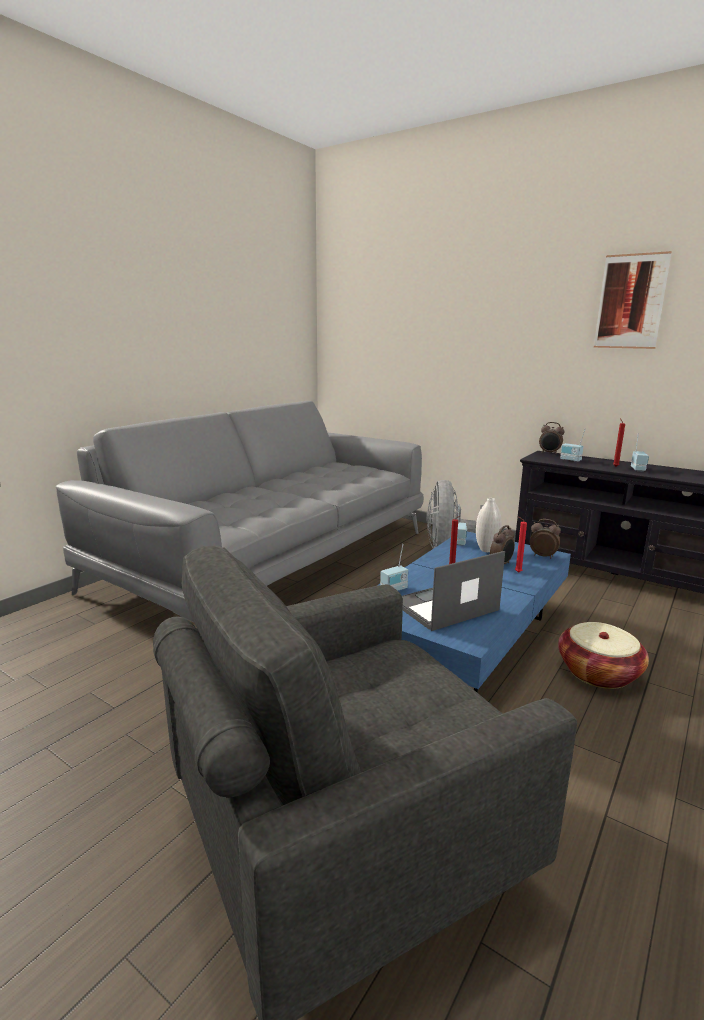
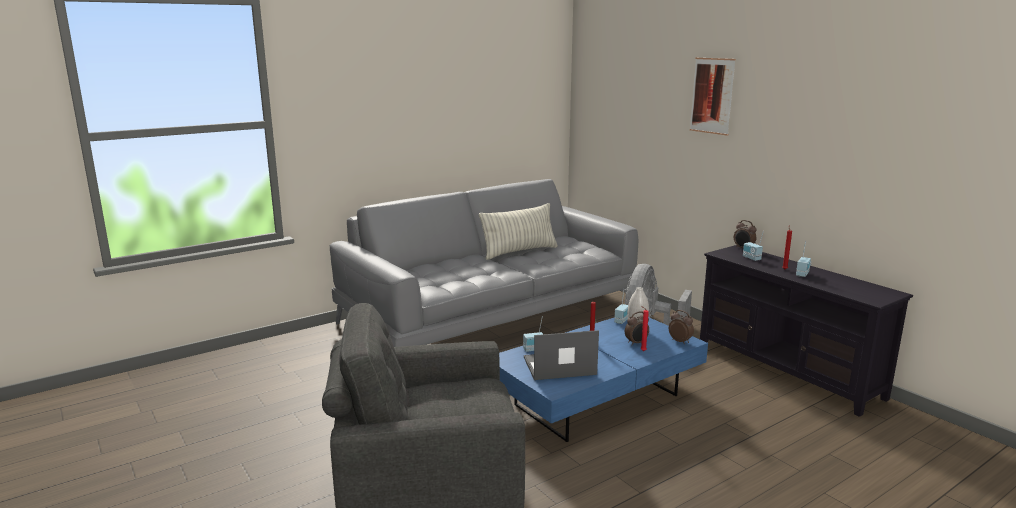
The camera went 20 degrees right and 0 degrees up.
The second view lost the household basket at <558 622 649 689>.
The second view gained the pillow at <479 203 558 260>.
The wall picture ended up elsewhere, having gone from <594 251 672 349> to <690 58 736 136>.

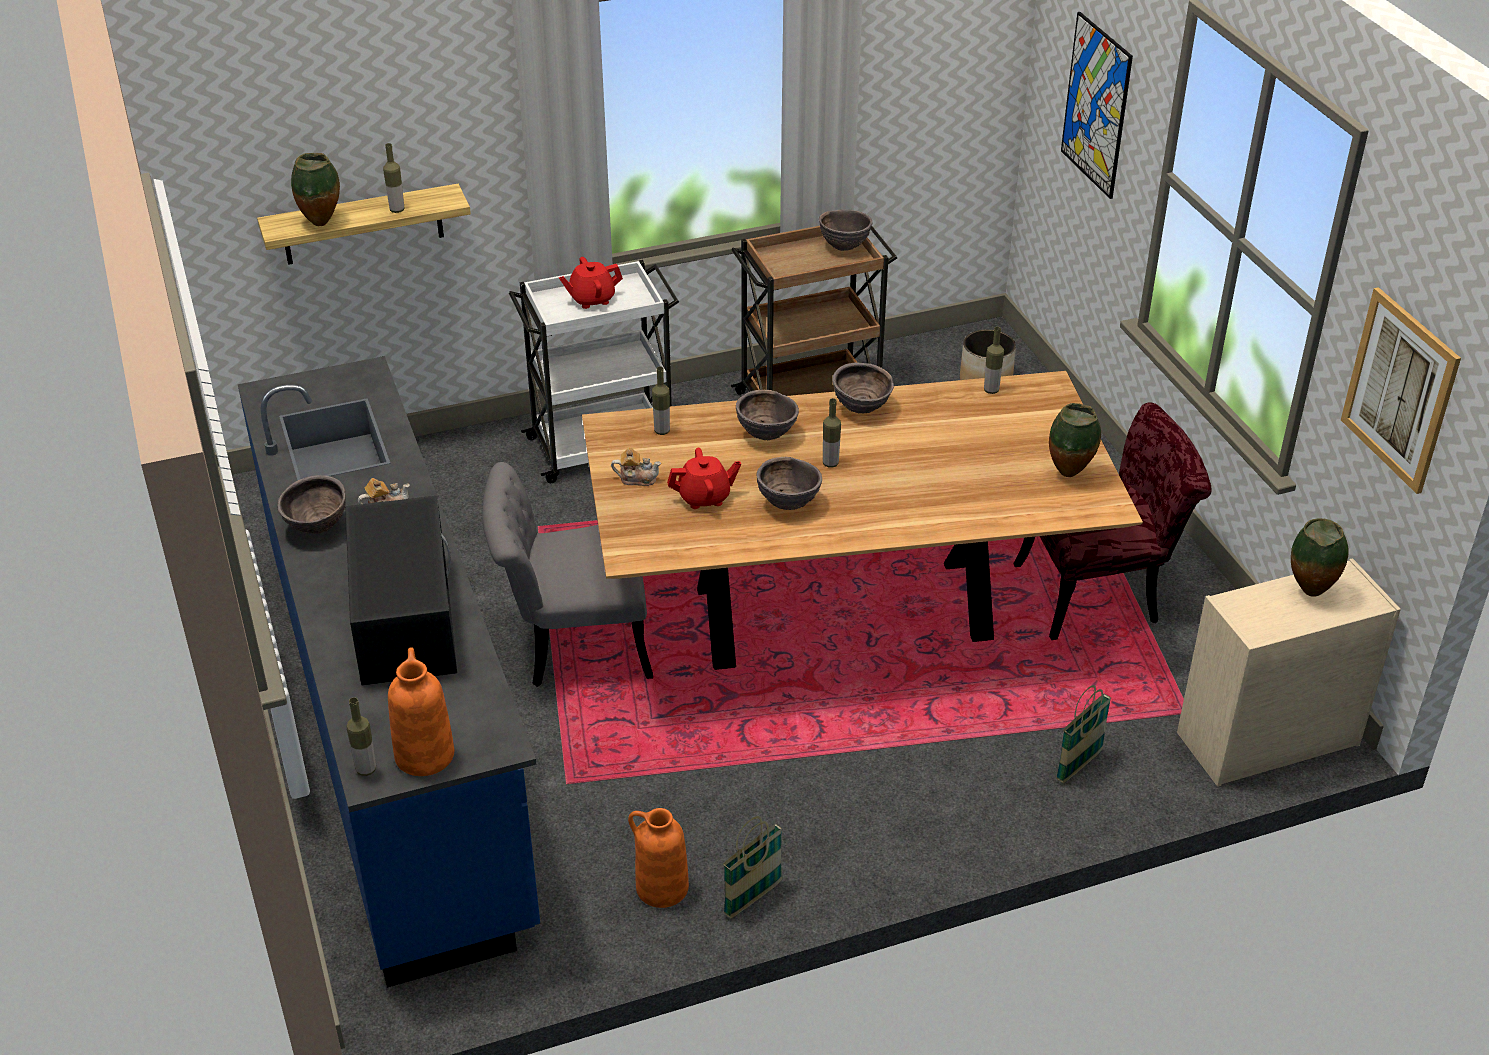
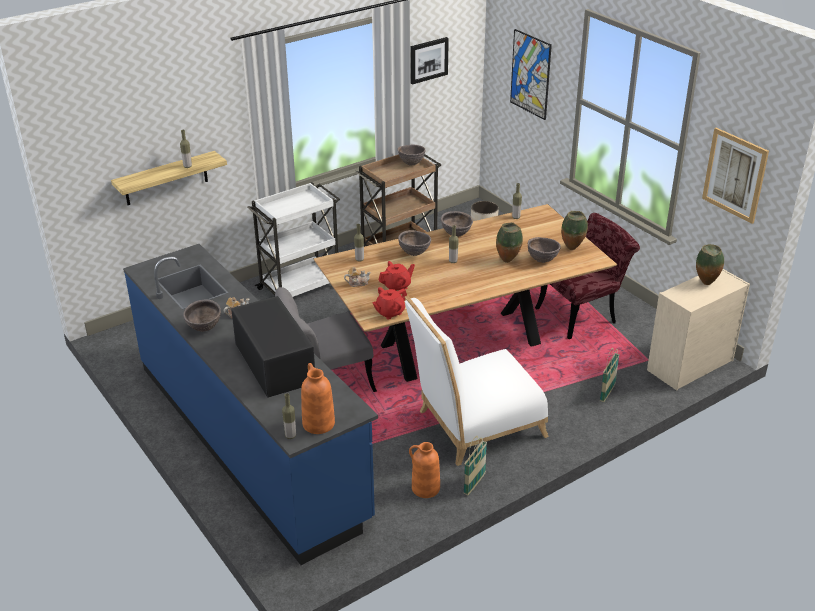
The camera went 15 degrees left and 5 degrees down.
The second view gained the whitish upright chair at <405 295 549 466>.
The second view gained the wall picture at <410 37 449 84>.
The flower vase ended up elsewhere, having gone from <291 153 340 226> to <496 222 523 263>.
The red teapot ended up elsewhere, having gone from <559 257 623 309> to <373 287 407 319>.
The brown deep dish ended up elsewhere, having gone from <756 457 822 510> to <528 237 561 263>.

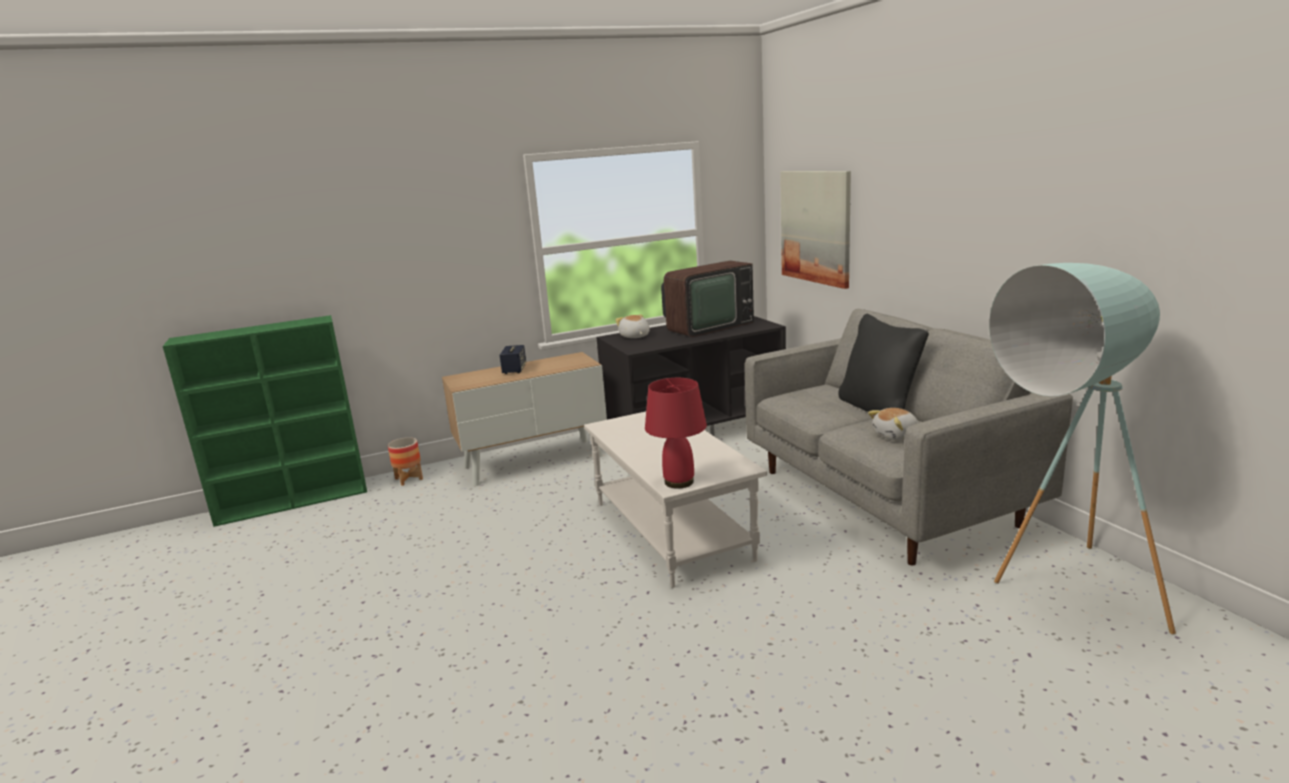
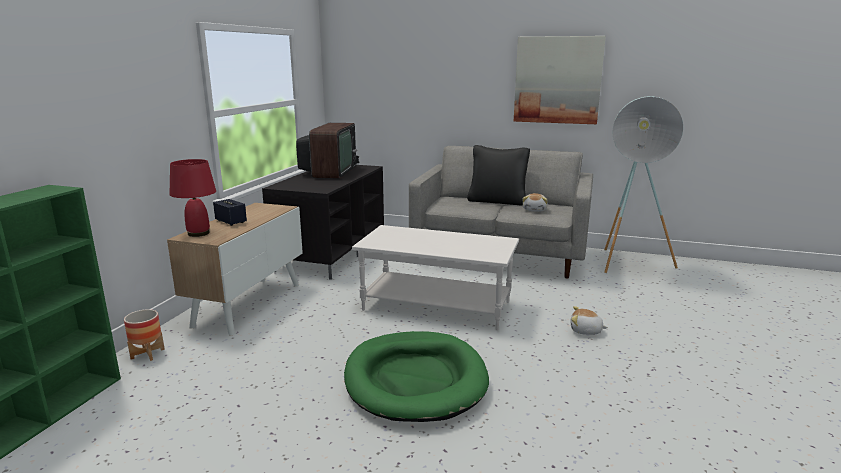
The camera went 50 degrees left and 0 degrees up.
The second view gained the greenish pet bed at <344 331 489 422>.
The soft toy ended up elsewhere, having gone from <615 314 650 338> to <571 306 608 335>.
The red table lamp ended up elsewhere, having gone from <645 378 707 489> to <170 159 216 237>.
The wall picture ended up elsewhere, having gone from <780 171 851 289> to <514 36 606 124>.

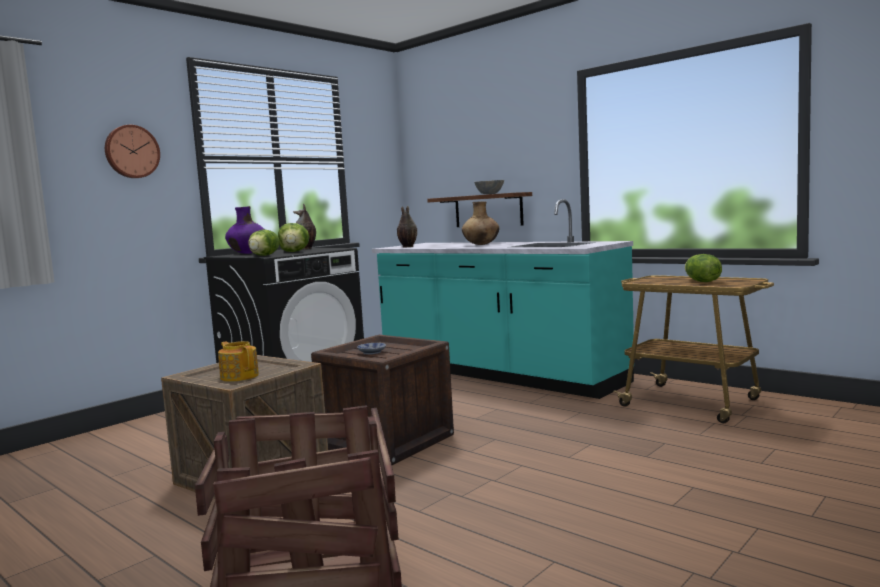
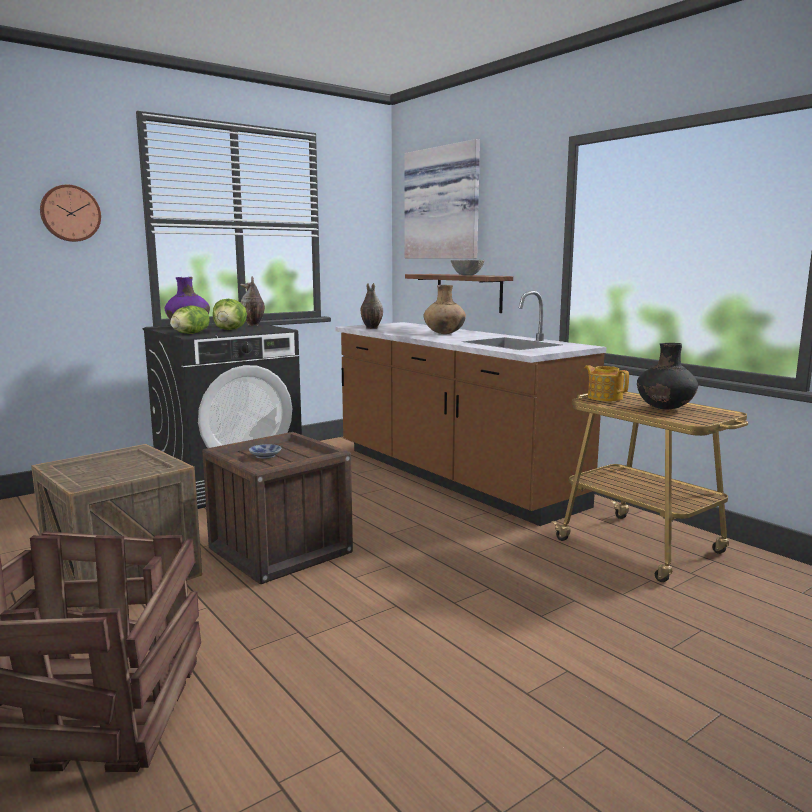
The camera went 10 degrees right and 5 degrees up.
The second view gained the wall picture at <405 139 480 258>.
The teapot ended up elsewhere, having gone from <218 341 259 382> to <585 365 629 401>.
Where the head of lettuce stood at <685 254 722 282>, the black-coloured flower vase came to stand at <637 343 698 410>.
What was the turquoise-coloured kitchen base unit at <372 199 634 399> turned into the brown kitchen base unit at <335 291 607 526>.

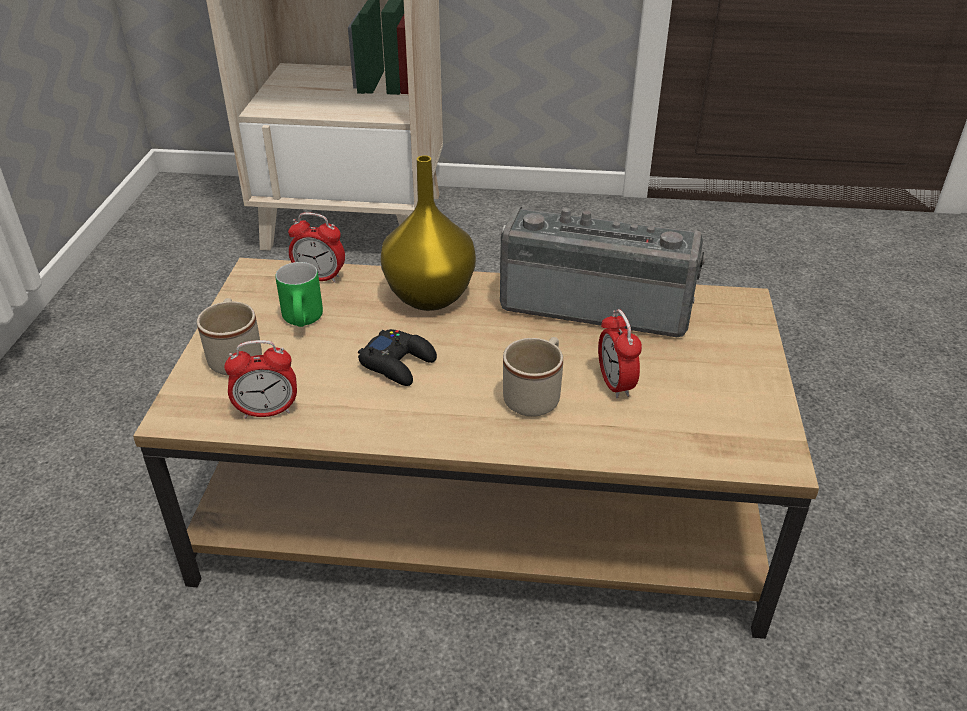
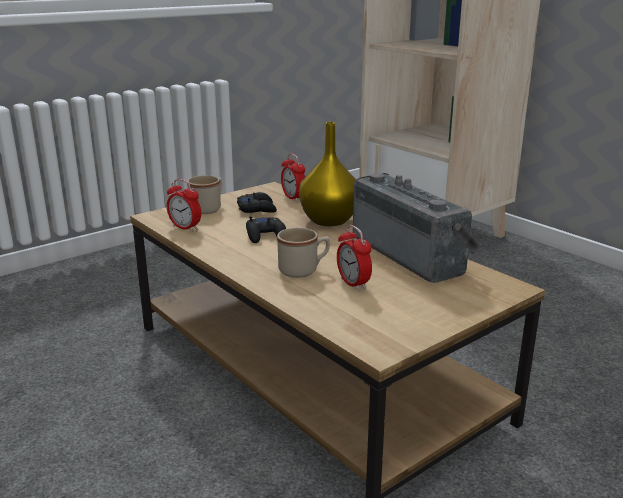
The camera went 45 degrees right and 15 degrees down.
Where the greenish tea mug stood at <276 262 323 327>, the black-coloured gamepad came to stand at <237 192 277 213>.
The bedside clock at <598 309 642 399> ended up facing another way, 60 degrees counterclockwise from before.

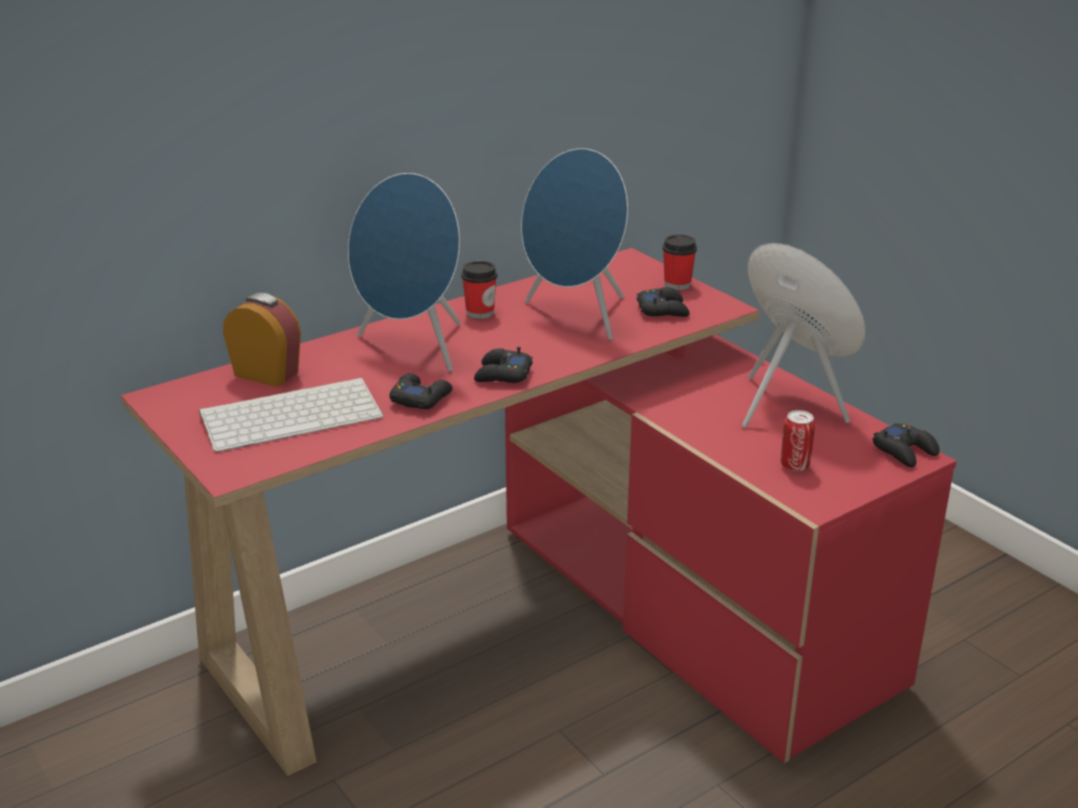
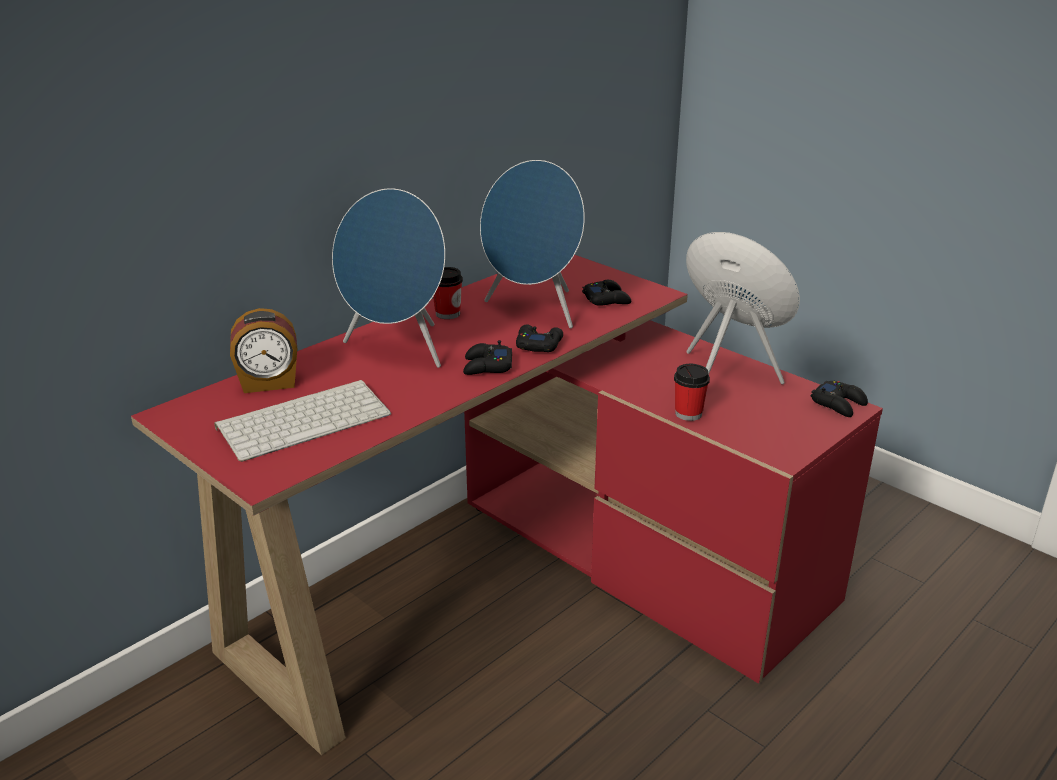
The camera went 10 degrees left and 0 degrees up.
The second view lost the metal can at <781 410 815 471>.
The black-coloured gamepad ended up elsewhere, having gone from <390 373 453 409> to <516 325 563 352>.
The small cup ended up elsewhere, having gone from <662 234 697 290> to <674 364 710 421>.
The bedside clock at <223 293 301 387> ended up facing another way, 150 degrees clockwise from before.

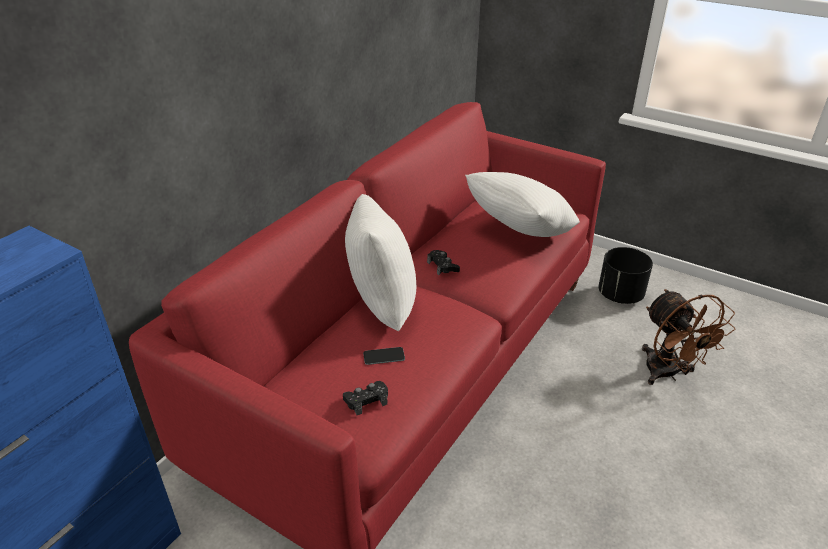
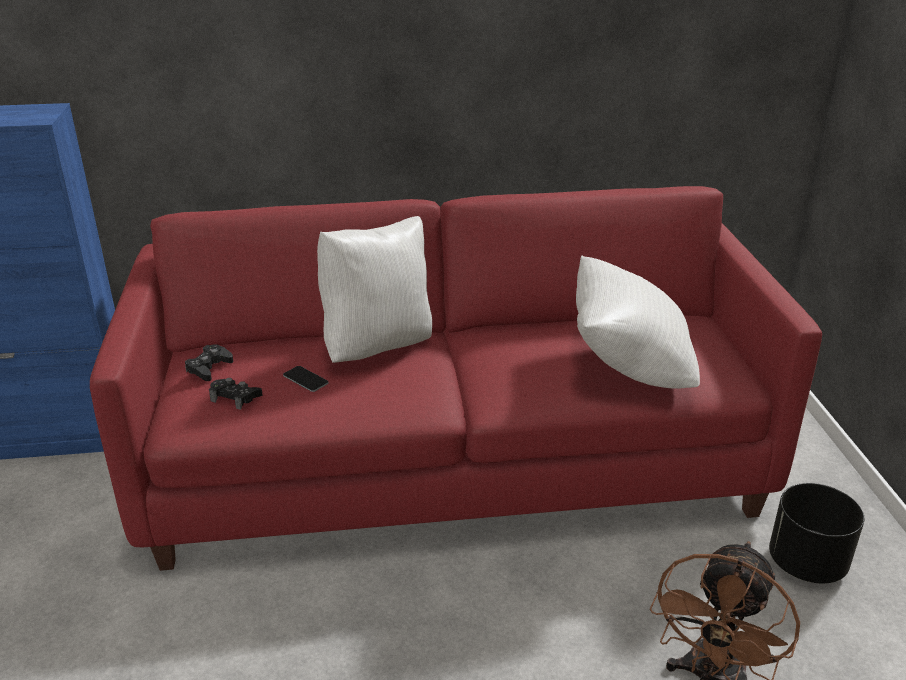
The camera went 50 degrees right and 5 degrees down.
The black-coloured gamepad ended up elsewhere, having gone from <427 250 460 275> to <185 344 233 381>.

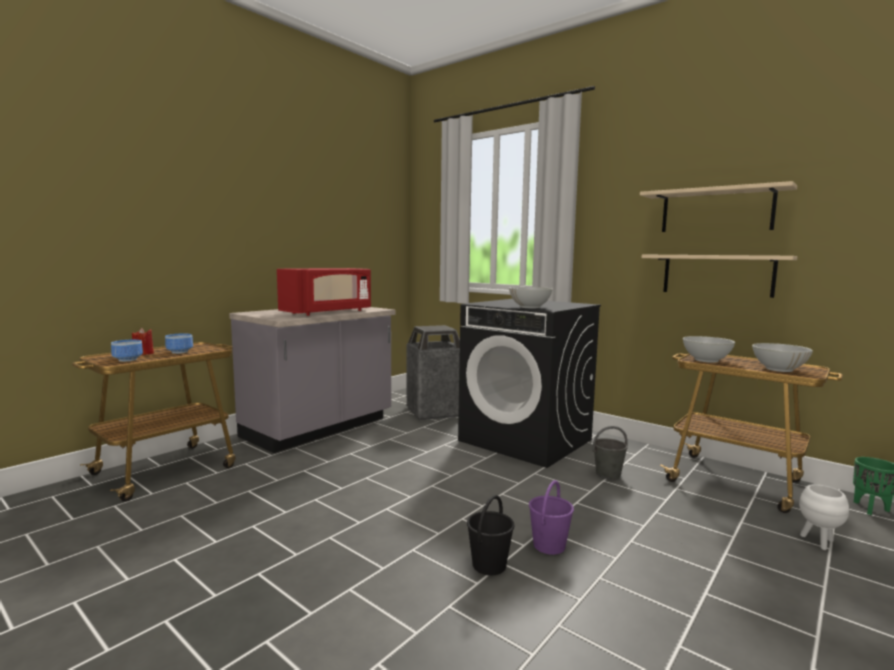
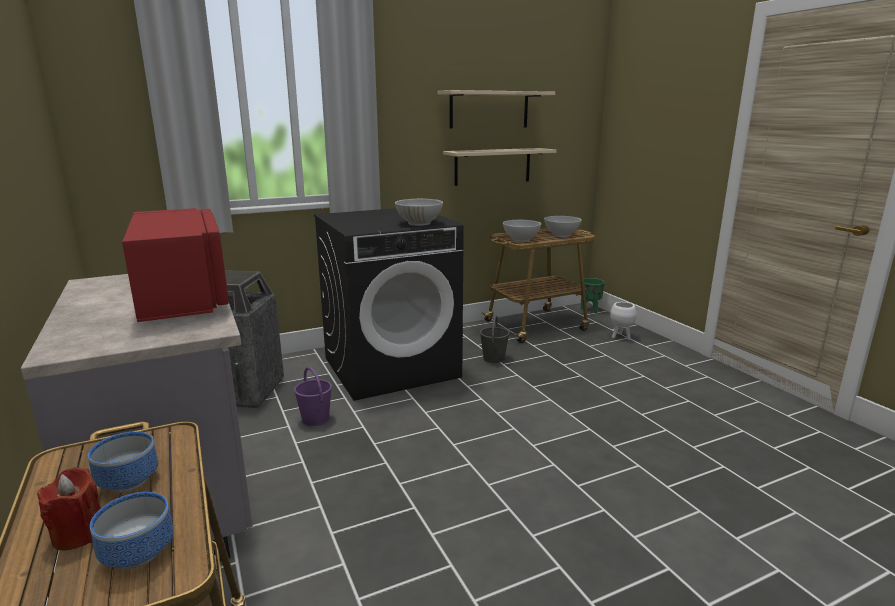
The camera went 65 degrees left and 10 degrees up.
The second view lost the black-coloured water bucket at <467 495 515 575>.
The purple-coloured water bucket ended up elsewhere, having gone from <529 480 574 555> to <294 367 332 426>.

